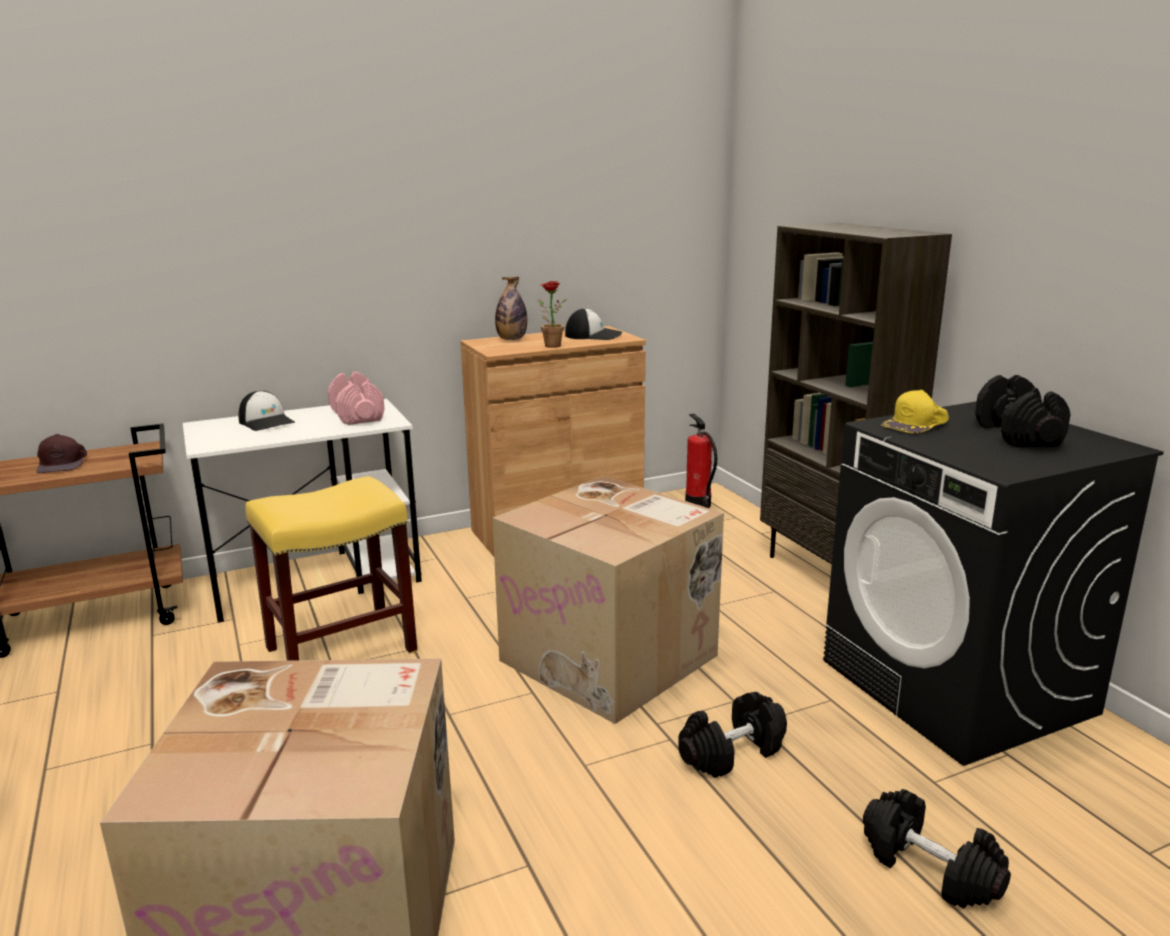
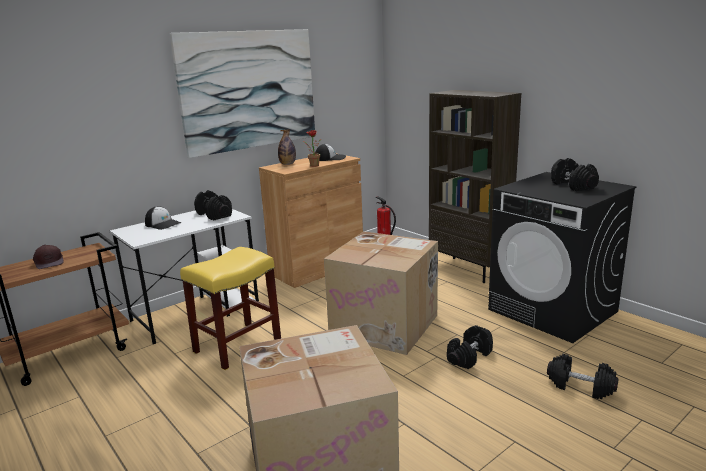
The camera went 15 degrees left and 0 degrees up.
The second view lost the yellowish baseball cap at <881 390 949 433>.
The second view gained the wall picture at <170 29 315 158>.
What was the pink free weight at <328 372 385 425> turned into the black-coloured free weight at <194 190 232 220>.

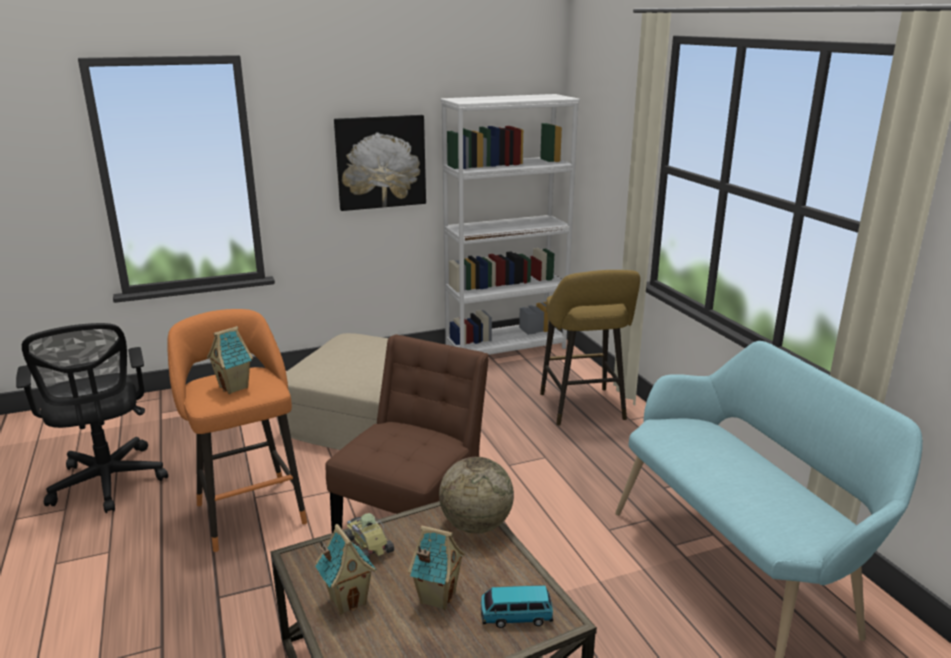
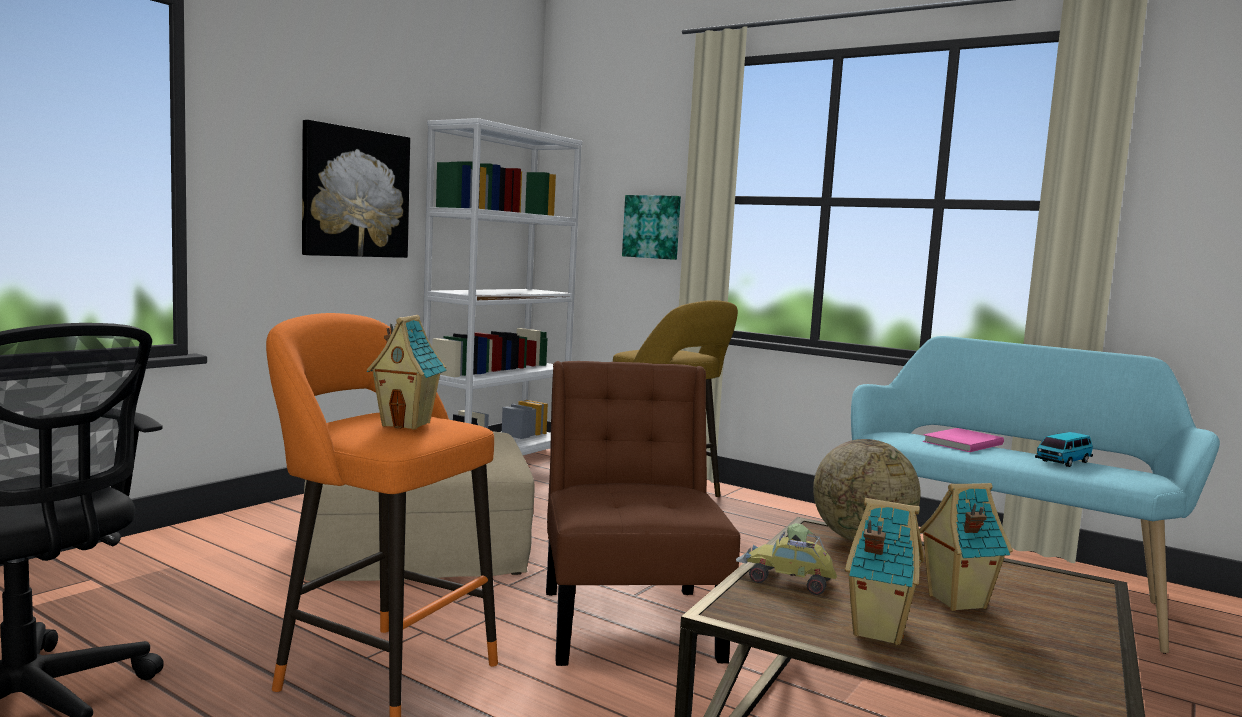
The camera went 35 degrees left and 15 degrees down.
The second view gained the wall picture at <622 195 681 260>.
The second view gained the pink volume at <923 428 1004 452>.
The miniature car ended up elsewhere, having gone from <481 585 553 628> to <1035 432 1093 467>.

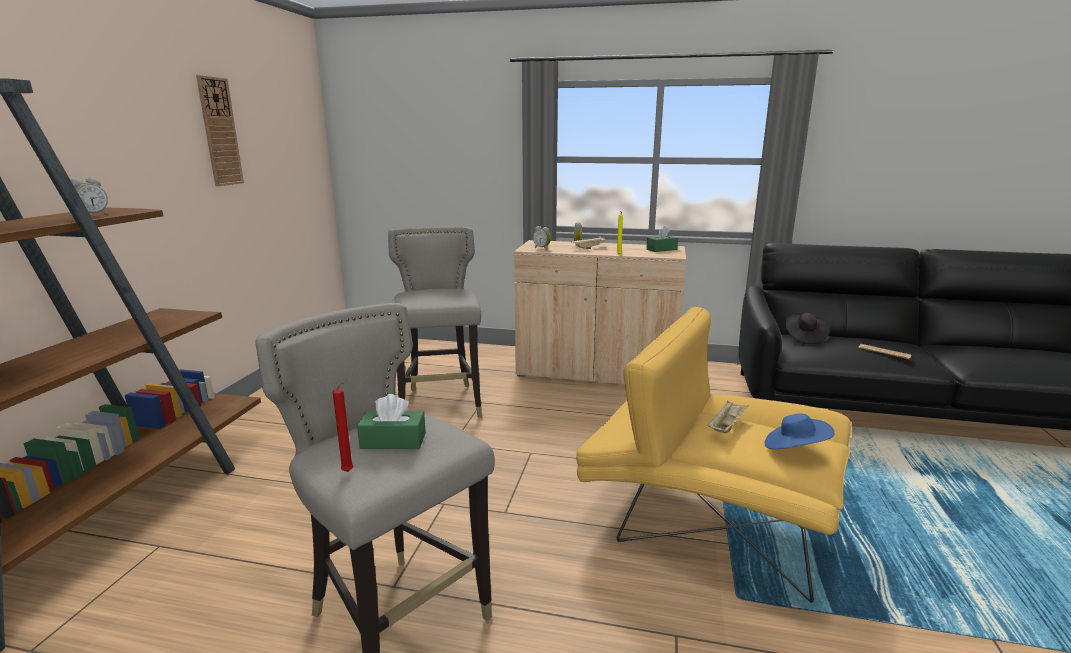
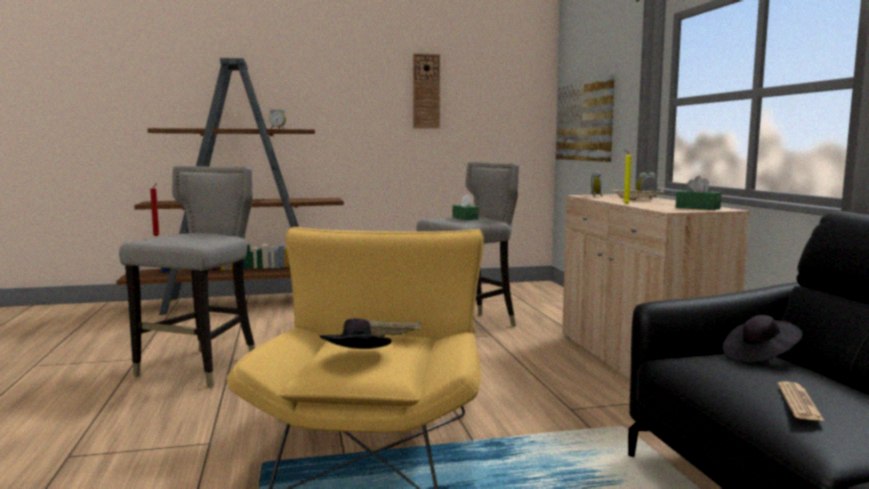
The camera went 65 degrees right and 10 degrees down.
The second view gained the wall picture at <556 75 615 162>.
The greenish box of tissues ended up elsewhere, having gone from <357 394 426 449> to <452 194 479 220>.
What was the blue-coloured hat at <764 413 834 449> turned into the black-coloured hat at <320 318 392 349>.

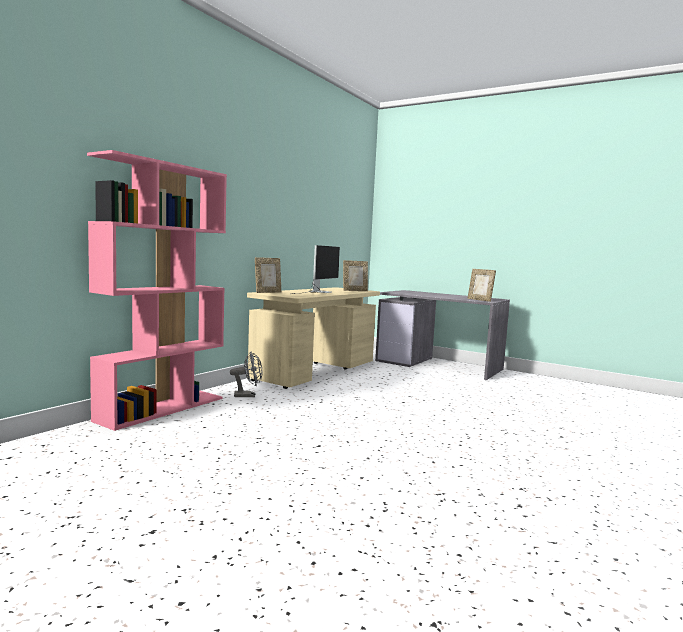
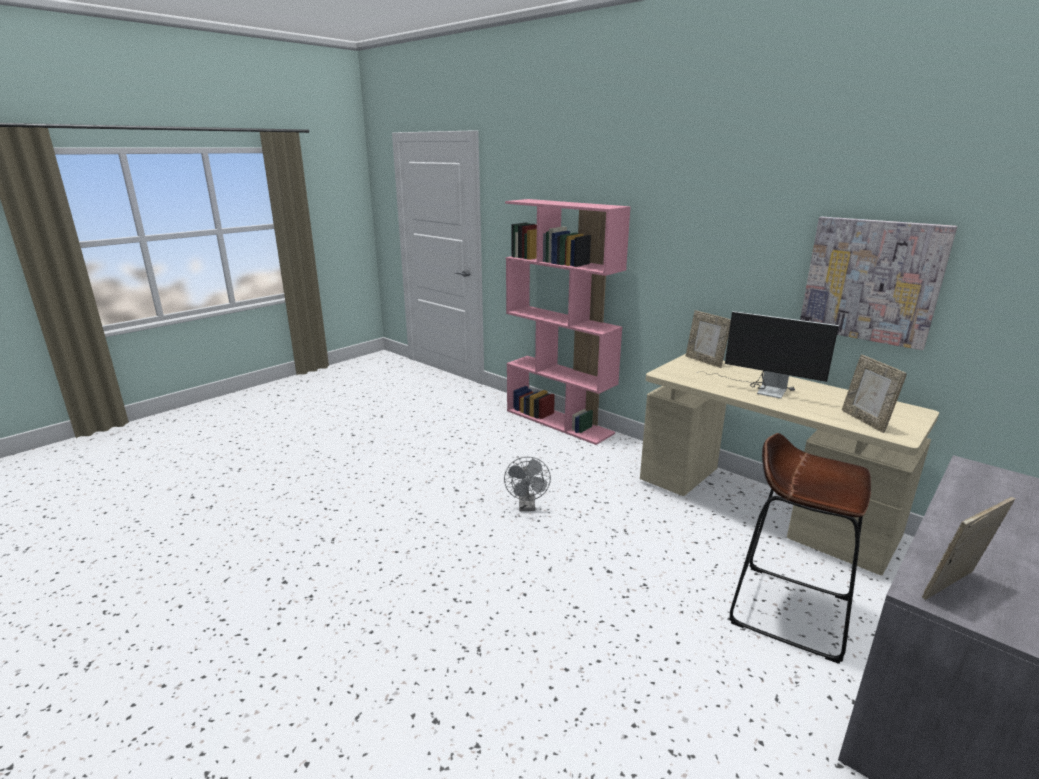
The camera went 100 degrees right and 15 degrees up.
The second view gained the brown stool seat at <729 433 871 664>.
The second view gained the wall picture at <800 217 957 350>.
The grey cooling fan ended up elsewhere, having gone from <230 352 262 397> to <504 456 551 511>.

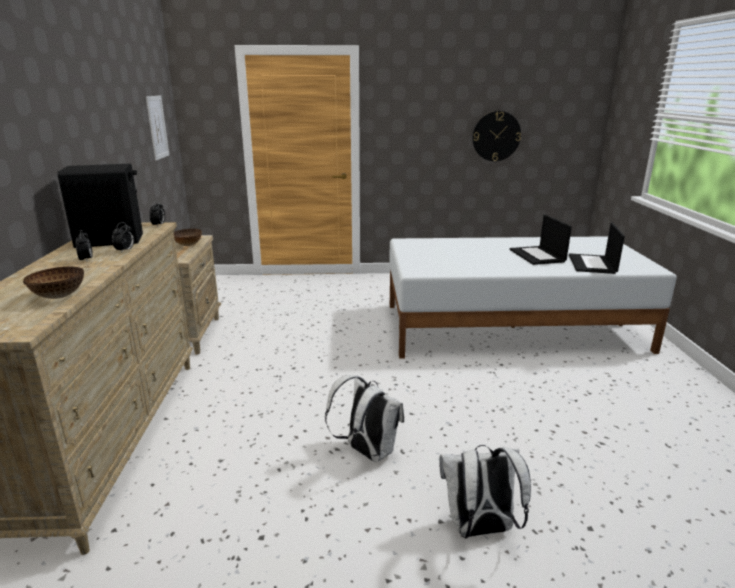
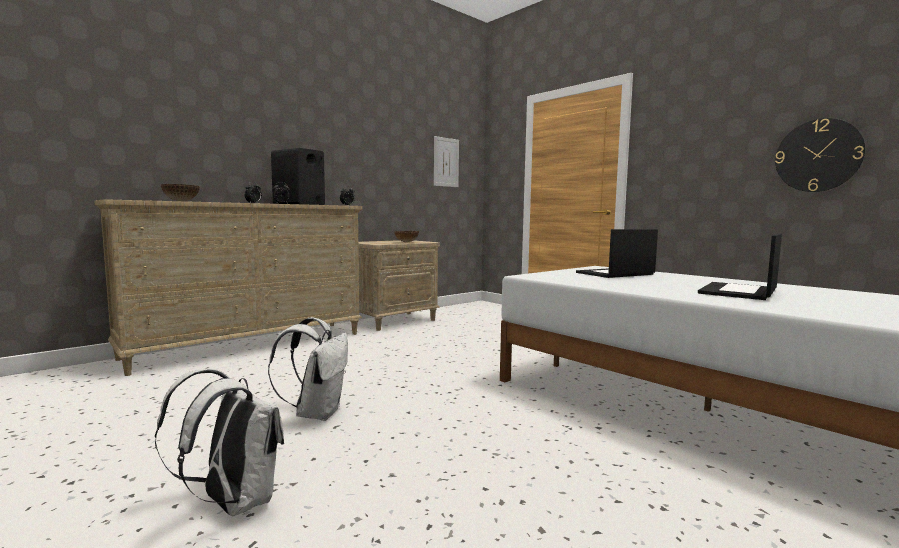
The camera went 50 degrees right and 15 degrees down.
The notebook computer ended up elsewhere, having gone from <569 223 625 274> to <576 229 658 278>.

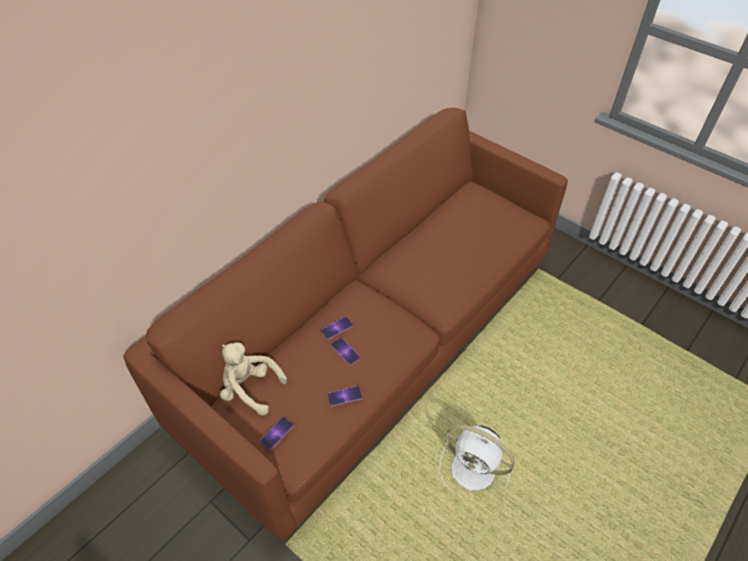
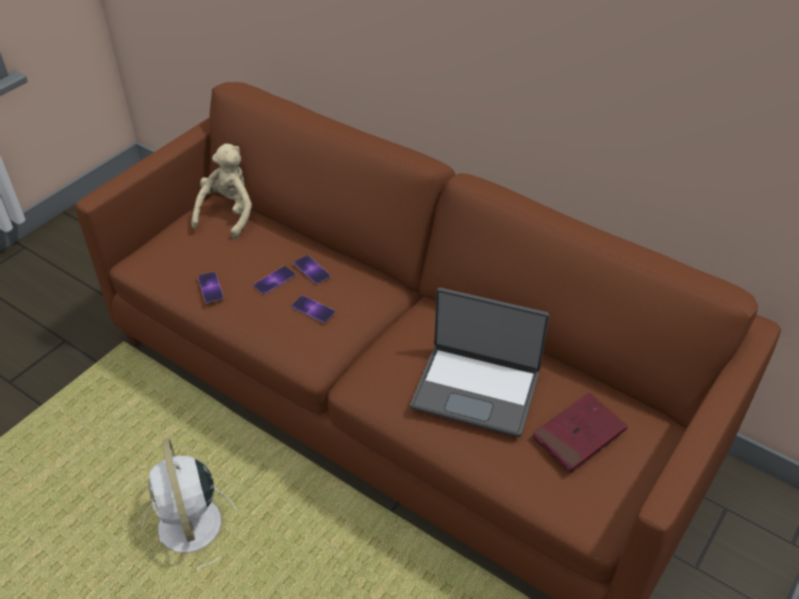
The camera went 85 degrees right and 5 degrees down.
The second view gained the notebook computer at <410 288 549 437>.
The second view gained the red volume at <532 393 628 473>.
The telephone ended up elsewhere, having gone from <260 417 294 450> to <291 295 335 323>.
The whitish cooling fan at <439 425 515 492> ended up facing another way, 45 degrees counterclockwise from before.

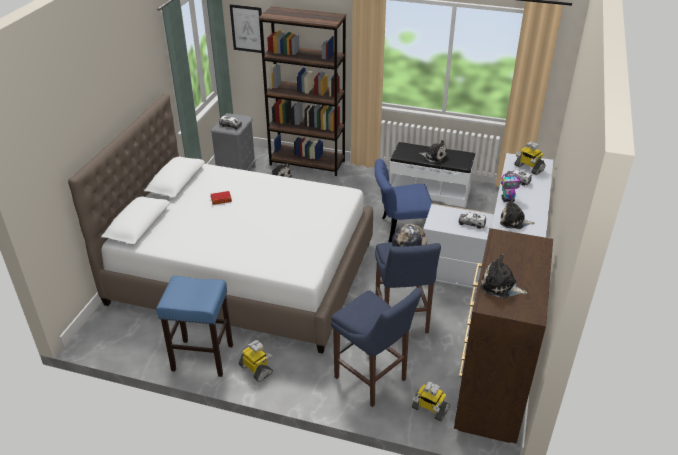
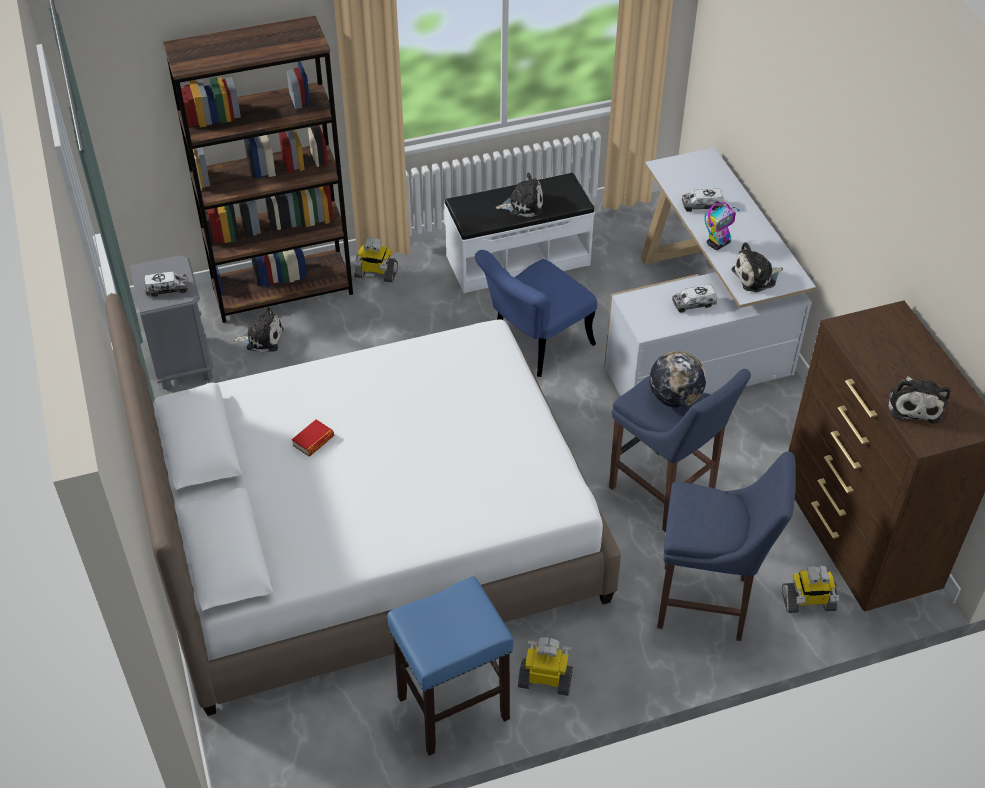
The camera went 35 degrees left and 10 degrees up.
The second view lost the wall picture at <230 4 262 53>.
The toy robot ended up elsewhere, having gone from <514 141 546 175> to <354 237 398 283>.
The soft toy at <480 254 527 298> ended up facing another way, 75 degrees counterclockwise from before.

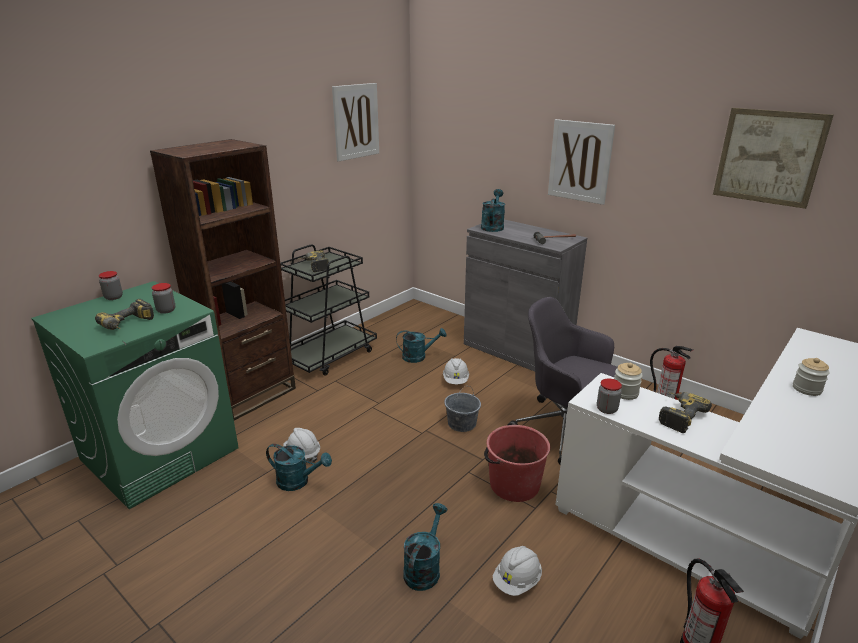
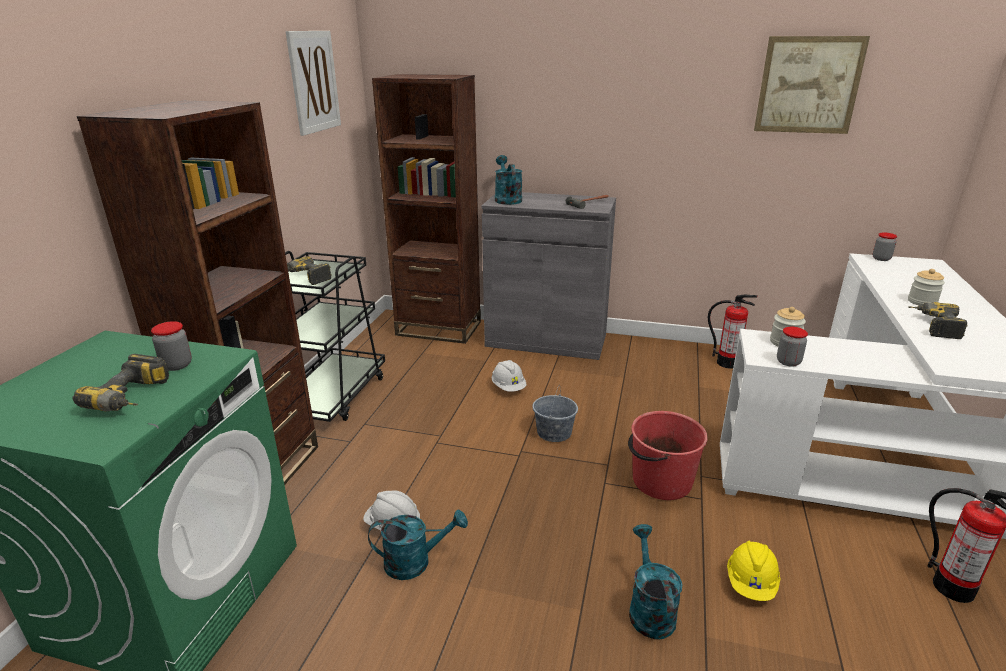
The camera went 25 degrees left and 0 degrees up.
The second view lost the turquoise-coloured watering pot at <396 328 447 363>.
The second view lost the grey office chair at <508 297 618 465>.
The second view lost the wall picture at <548 119 615 205>.
The second view gained the brown shelving unit at <372 74 481 344>.
The preserve jar ended up elsewhere, having gone from <98 271 123 300> to <873 233 897 261>.
The drill ended up elsewhere, having gone from <659 392 712 433> to <909 302 968 339>.
What was the whitish hard hat at <493 546 542 596> turned into the yellowish hard hat at <727 541 780 601>.

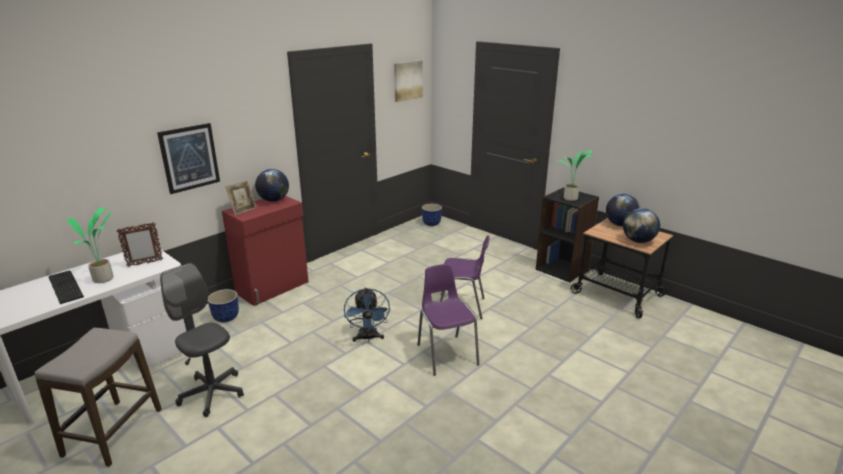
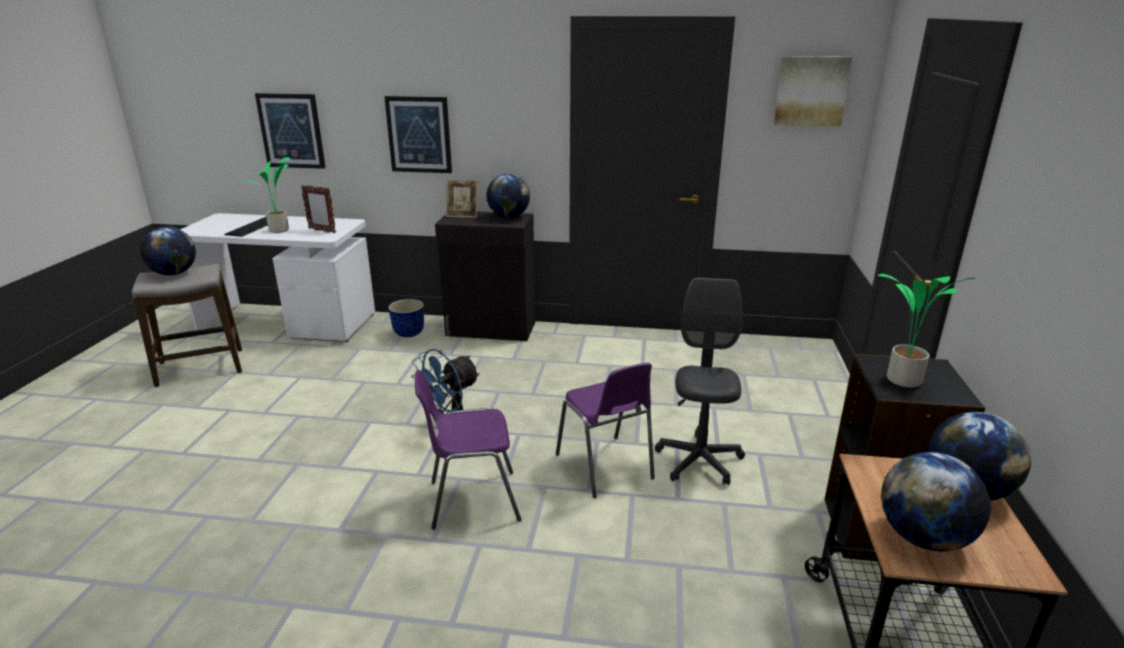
The camera went 55 degrees right and 0 degrees up.
The second view lost the planter at <422 204 442 226>.
The second view gained the globe at <140 227 196 275>.
The second view gained the wall picture at <255 93 325 169>.
The grey office chair ended up elsewhere, having gone from <160 263 244 417> to <655 278 745 485>.
What was the red cabinet at <222 196 309 306> turned into the black-coloured cabinet at <435 211 535 341>.
The purple-coloured upright chair at <418 264 479 376> ended up facing another way, 135 degrees counterclockwise from before.

